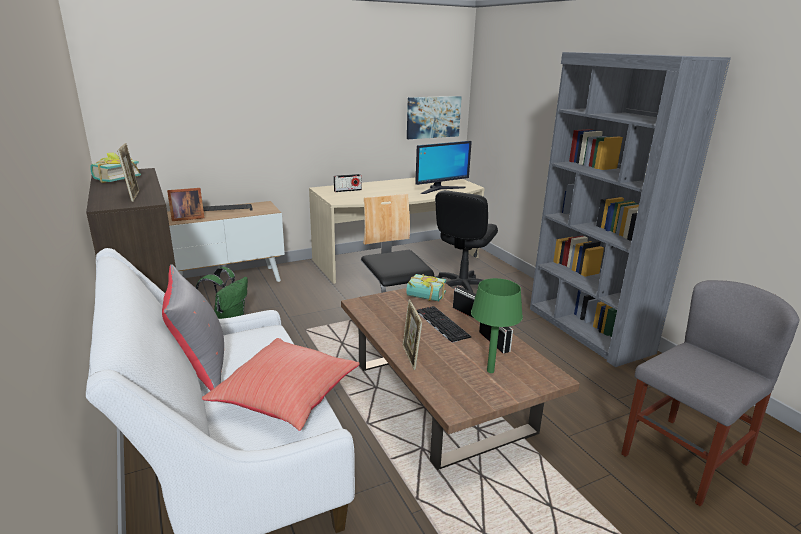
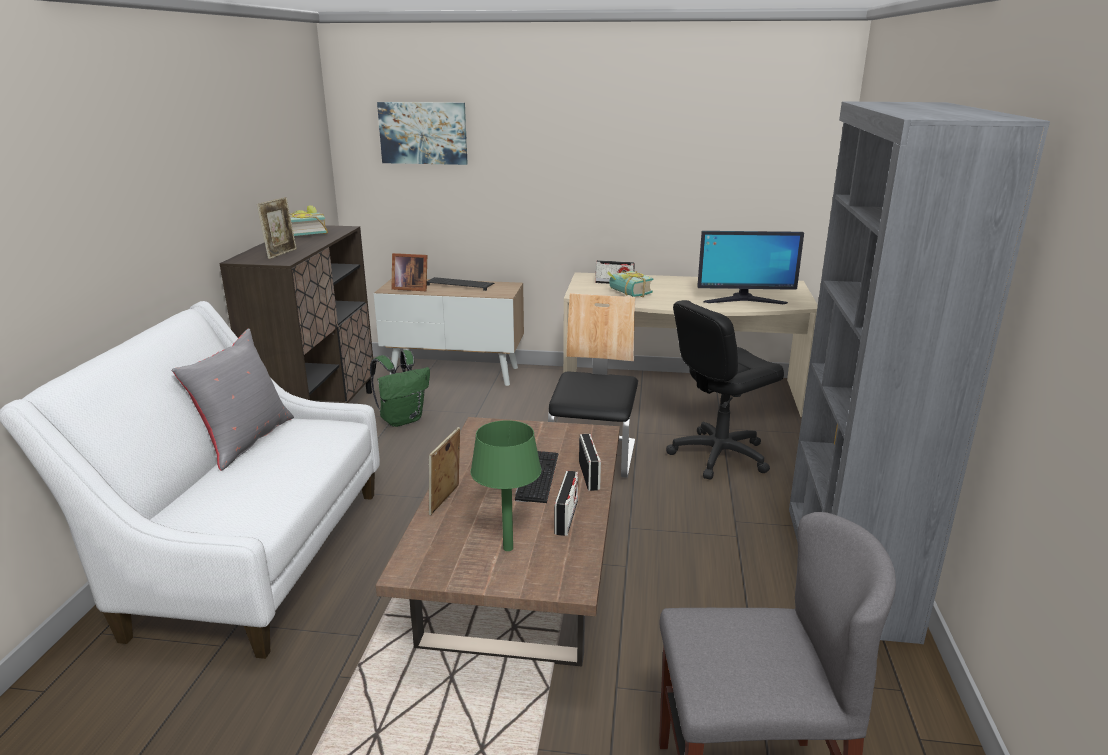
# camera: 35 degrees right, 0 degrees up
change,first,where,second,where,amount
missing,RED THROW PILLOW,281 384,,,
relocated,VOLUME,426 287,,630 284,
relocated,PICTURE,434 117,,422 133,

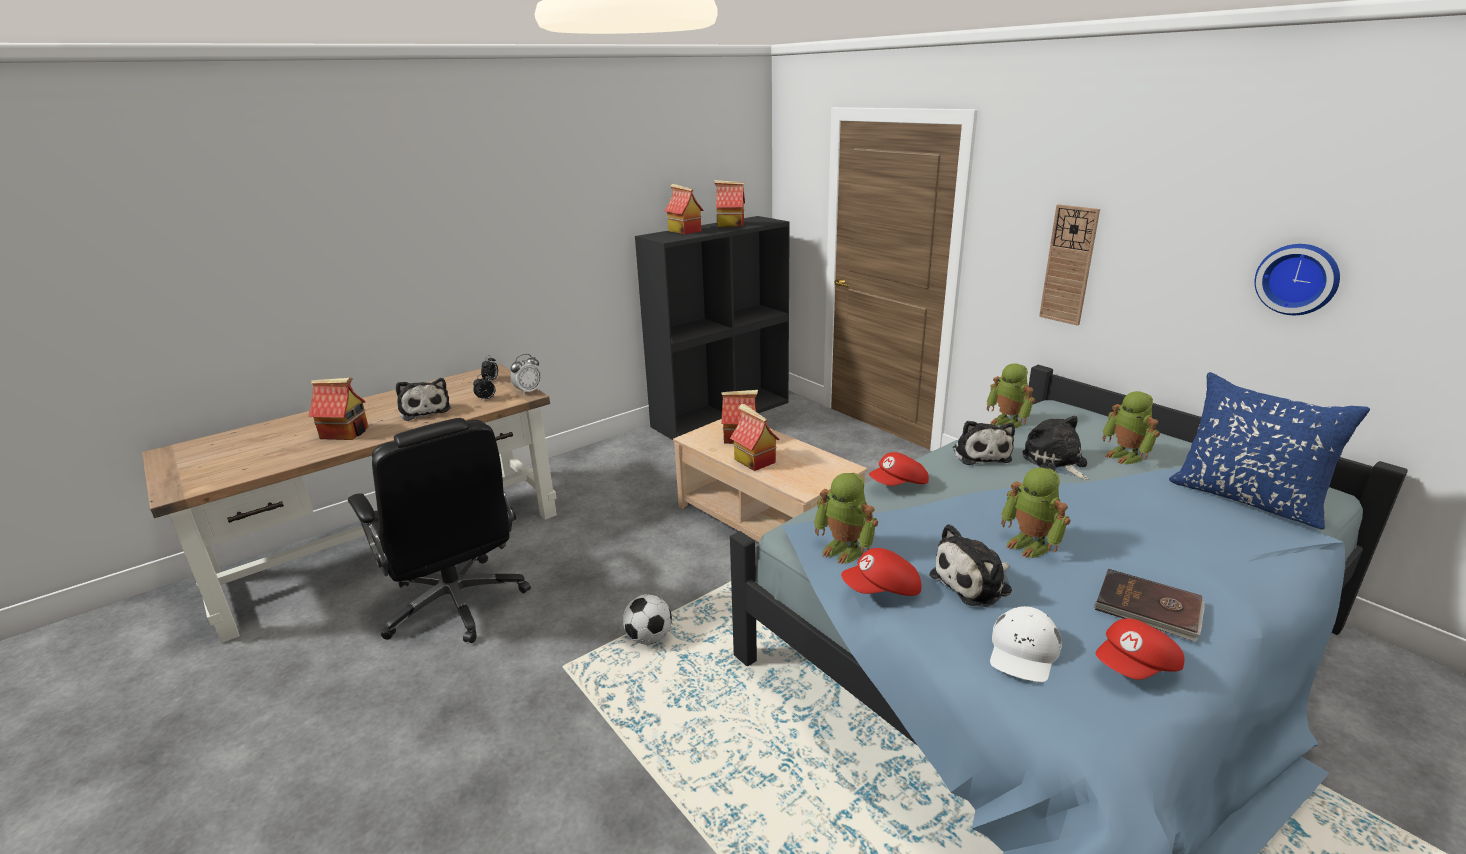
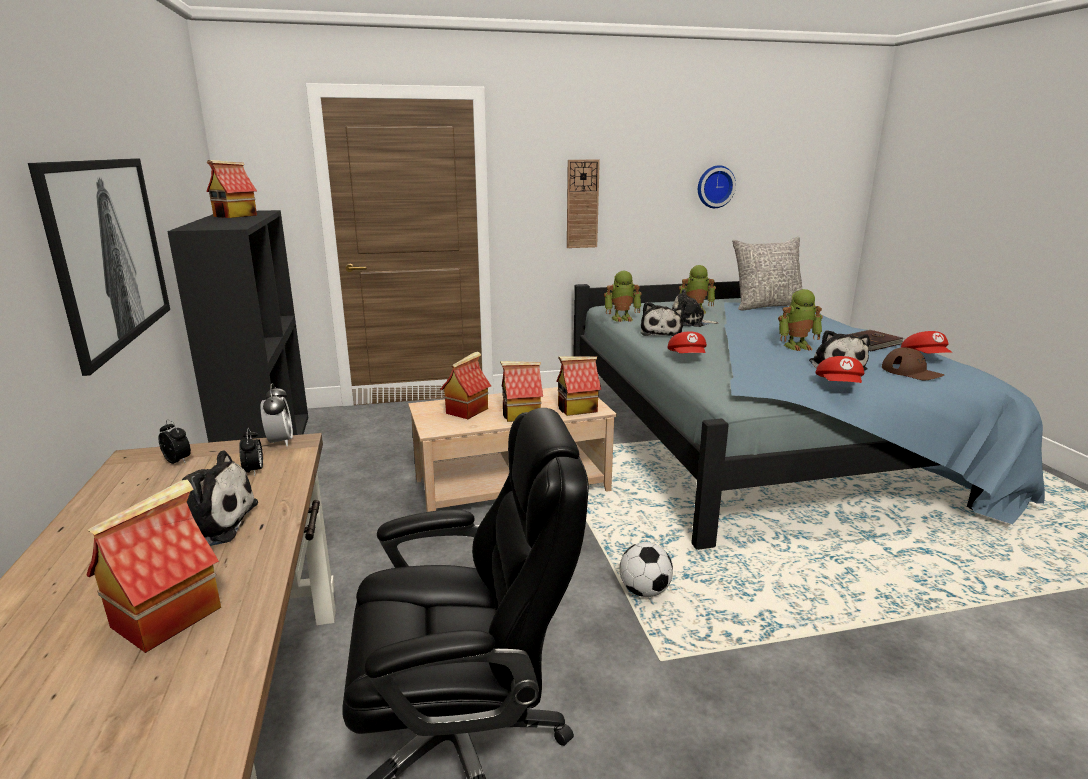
# camera: 65 degrees left, 5 degrees down
change,first,where,second,where,amount
missing,ROBOT FIGURE,846 519,,,
appeared,,,PICTURE,99 267,
relocated,TOY HOUSE,684 209,,578 386,
colour,WHITISH PEAKED CAP,1026 644,BROWNISH PEAKED CAP,913 364,
colour,BLUE-COLOURED THROW PILLOW,1269 450,GREYISH THROW PILLOW,767 273,
spun,SOFT TOY,984 442,,662 319,75 degrees clockwise

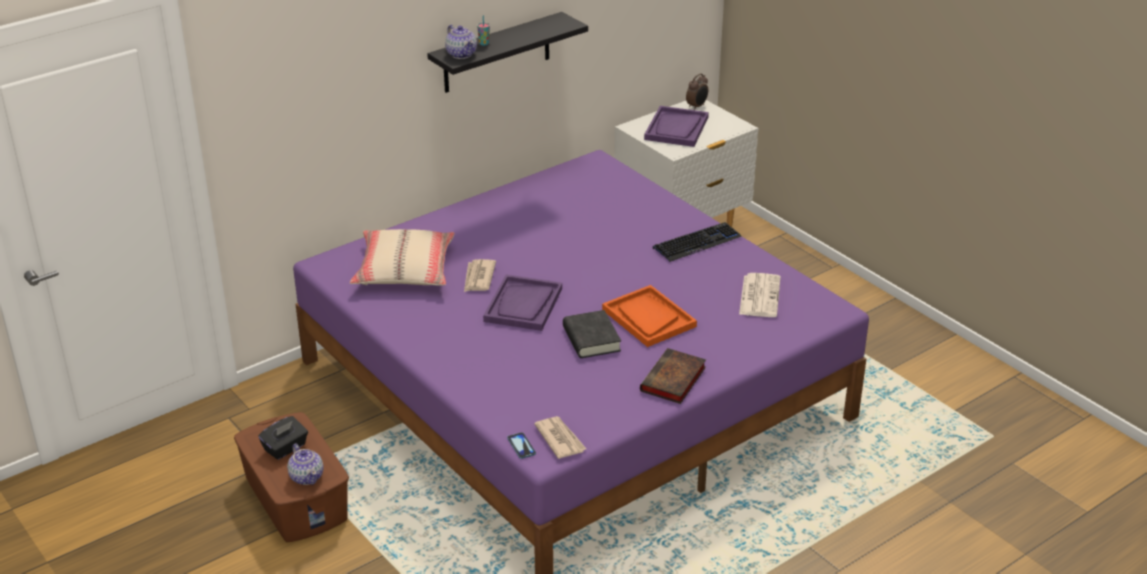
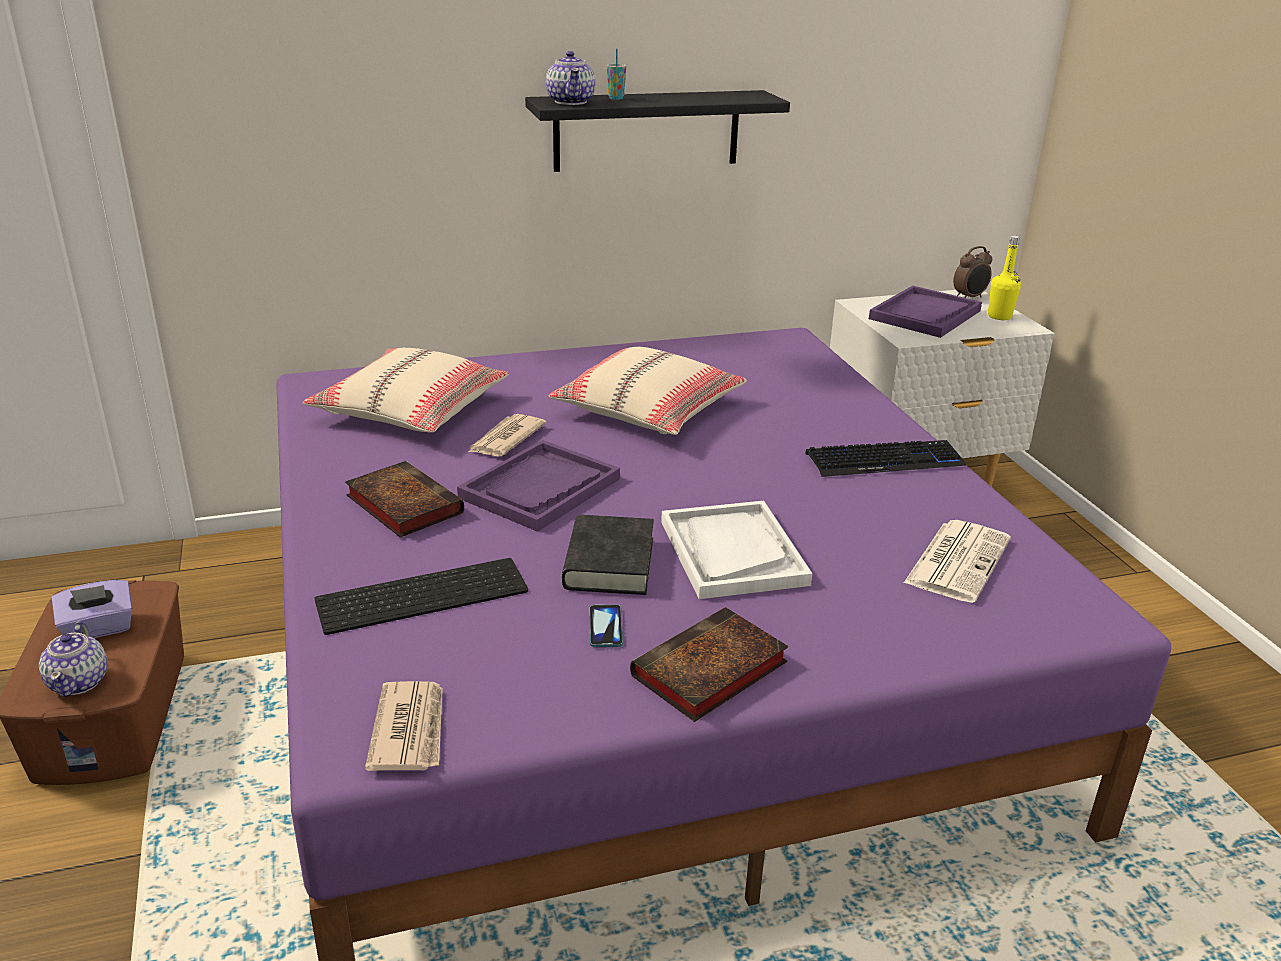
# camera: 20 degrees right, 5 degrees down
change,first,where,second,where,amount
appeared,,,KEYBOARD,421 596,
appeared,,,VOLUME,404 499,
appeared,,,BEIGE THROW PILLOW,647 391,
appeared,,,YELLOWISH BOTTLE,1004 277,
relocated,HANDSET,521 445,,606 626,
colour,BLACKISH TISSUE BOX,283 438,PURPLE TISSUE BOX,92 609,
colour,ORANGE CARRYING TRAY,649 316,WHITISH CARRYING TRAY,737 550,

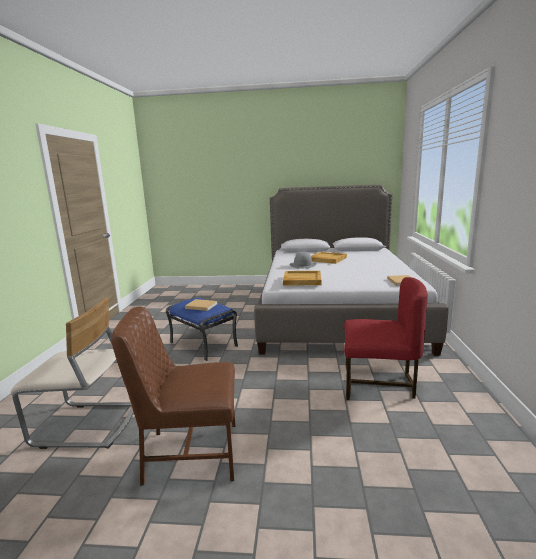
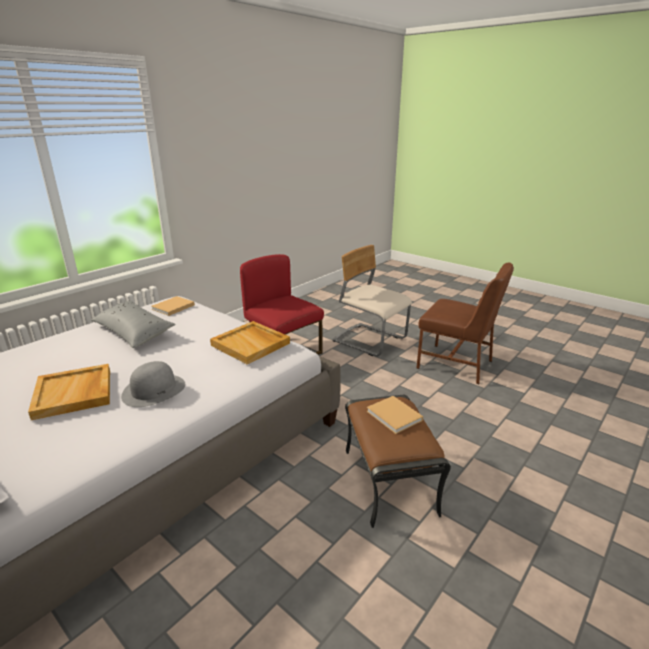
# camera: 145 degrees left, 10 degrees up
change,first,where,second,where,amount
appeared,,,GREYISH THROW PILLOW,133 324,
relocated,BEIGE PLAIN CHAIR,72 373,,372 300,
colour,BLUE-COLOURED FOOTREST,202 329,BROWNISH FOOTREST,398 461,

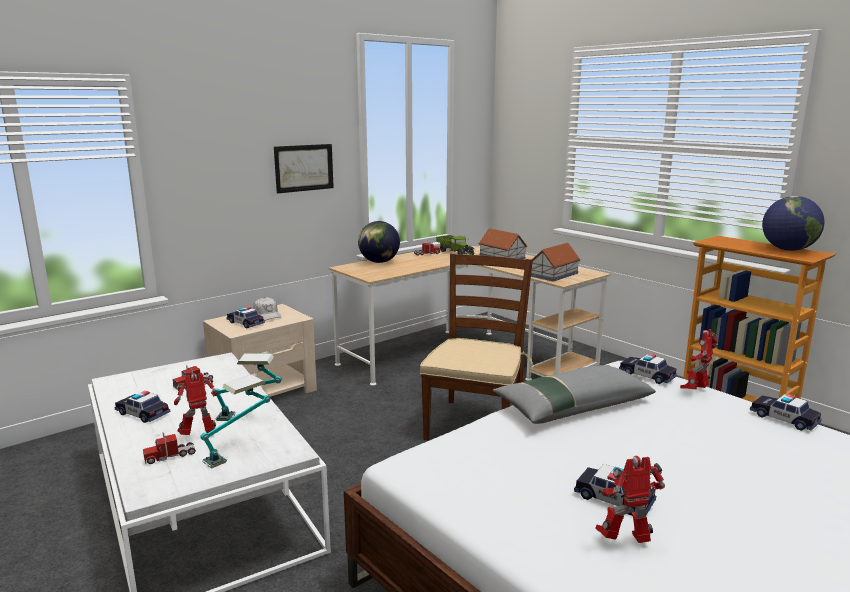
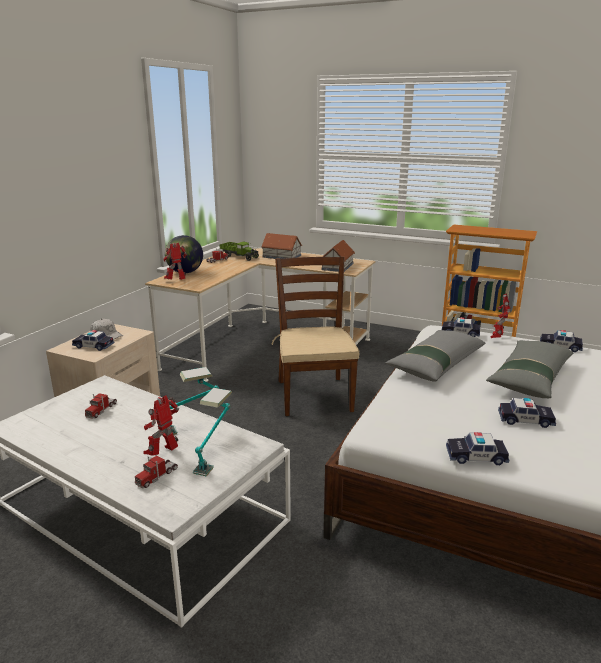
# camera: 25 degrees left, 5 degrees up
change,first,where,second,where,amount
missing,PICTURE,304 168,,,
missing,WORLD GLOBE,793 223,,,
appeared,,,GREYISH THROW PILLOW,530 369,
relocated,MODEL CAR,142 407,,477 448,
relocated,ROBOT FIGURE,630 499,,175 261,

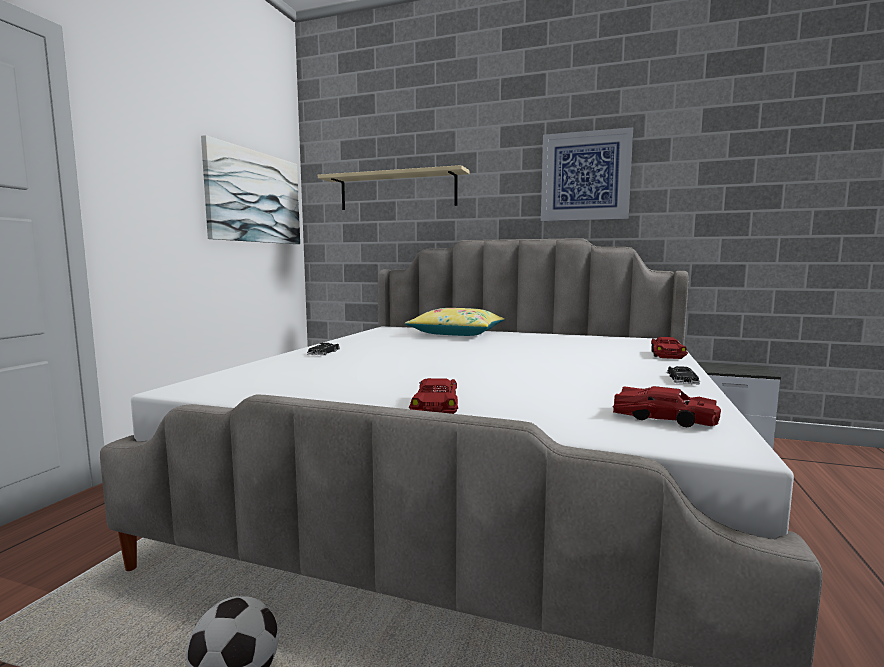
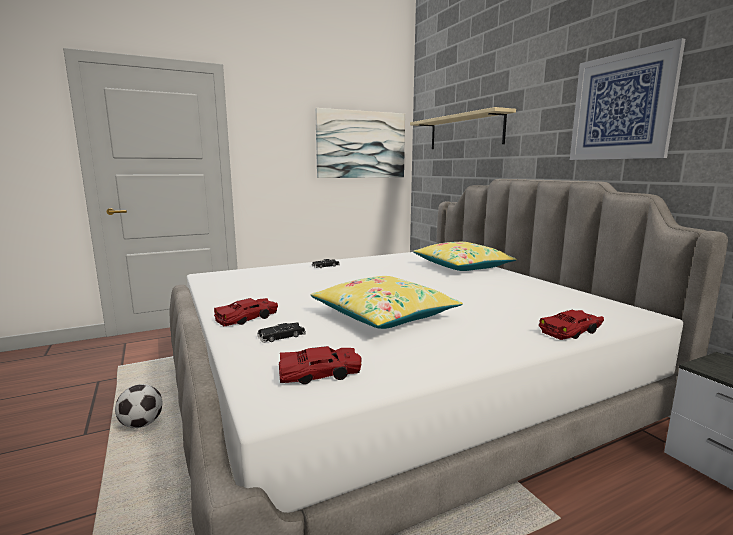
# camera: 45 degrees right, 5 degrees up
change,first,where,second,where,amount
appeared,,,YELLOWISH THROW PILLOW,386 302,
relocated,BLACKISH MODEL CAR,683 375,,281 332,
spun,RED MODEL CAR,667 406,,320 365,90 degrees counterclockwise

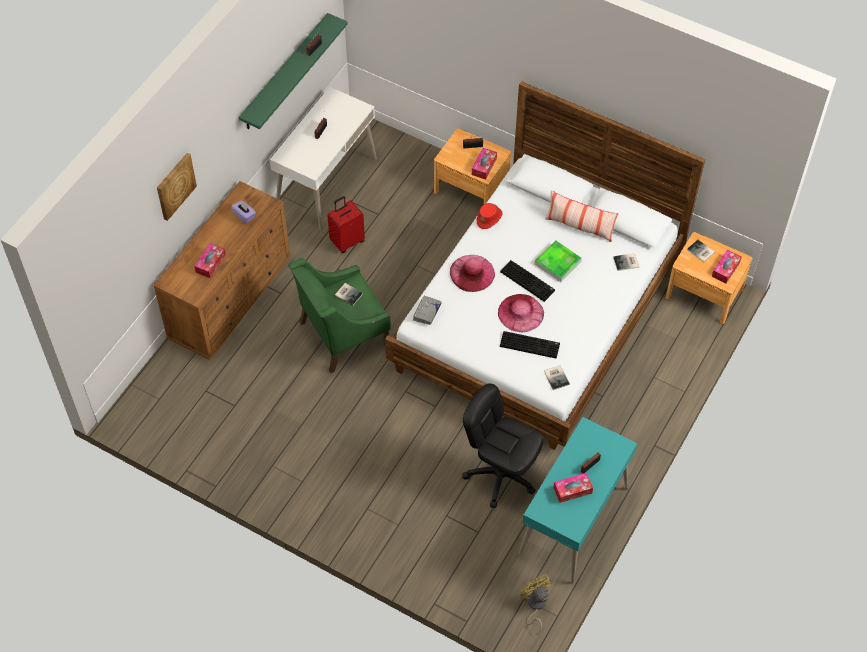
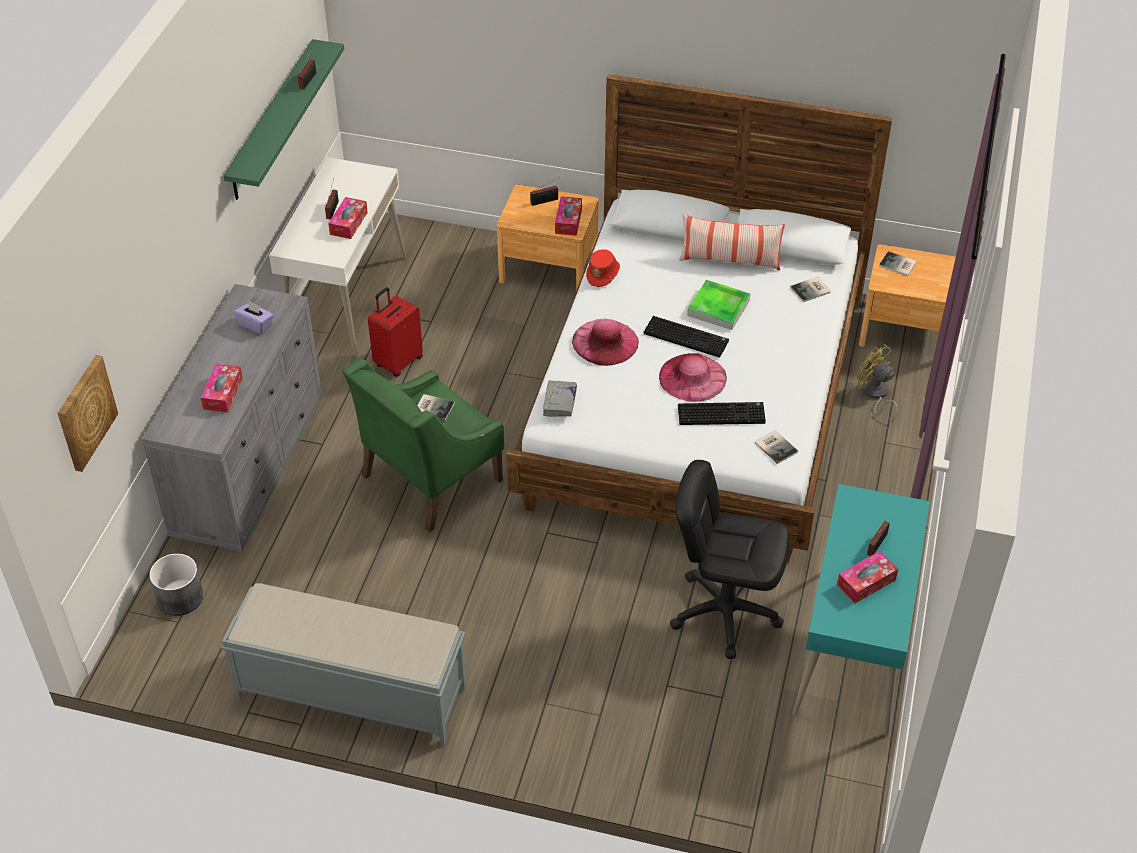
# camera: 15 degrees left, 10 degrees down
change,first,where,second,where,amount
appeared,,,GREYISH FLOWER POT,176 584,
appeared,,,GREYISH INDOOR BENCH,344 664,
relocated,PICTURE,177 187,,88 413,
relocated,YELLOWISH COOLING FAN,535 604,,877 383,
relocated,TISSUE BOX,727 266,,348 218,
colour,BROWNISH DRESSER,221 270,GREYISH DRESSER,232 418,

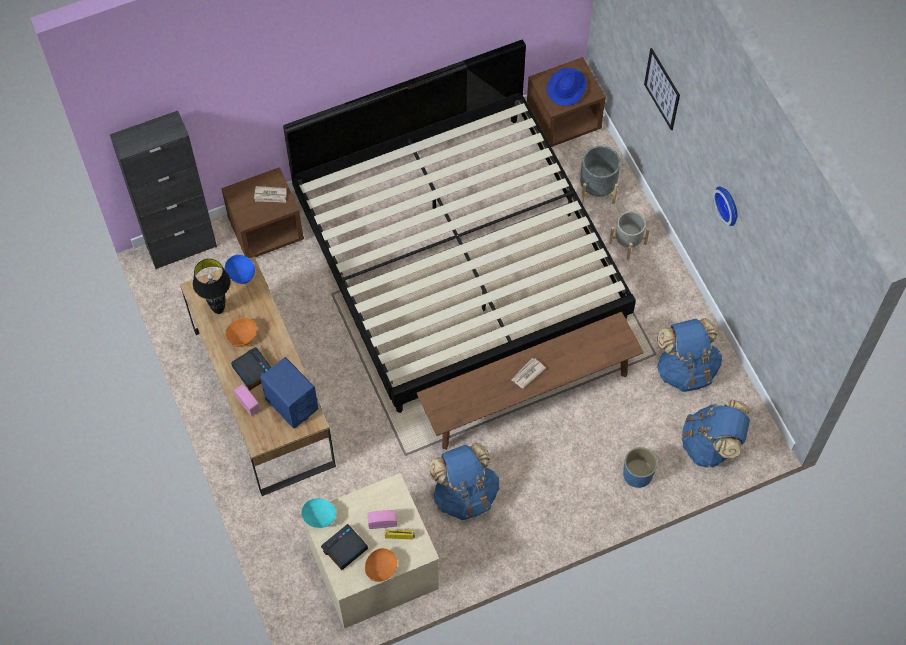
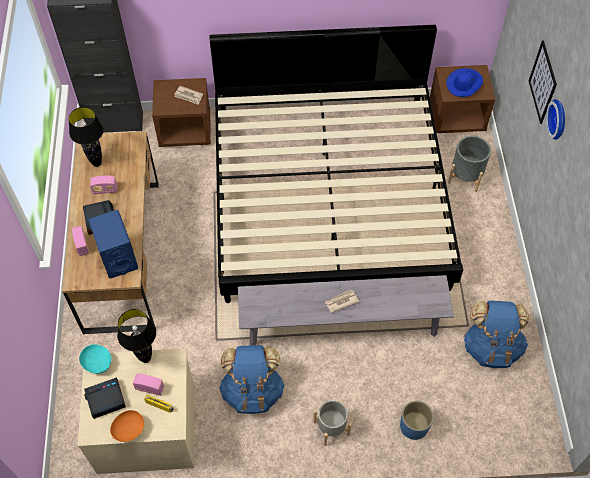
# camera: 20 degrees right, 5 degrees down
change,first,where,second,where,amount
missing,BLUE-COLOURED SERVING BOWL,240 269,,,
missing,BLUE-COLOURED BACKPACK,716 434,,,
appeared,,,BLACKISH LAMP FOR A TABLE,136 336,
relocated,GREYISH FLOWER POT,629 235,,332 423,
relocated,CLOCK ON THE WALL,725 206,,555 119,
exchanged,ORANGE SERVING BOWL,241 332,RADIO SET,103 184,
colour,BROWNISH INDOOR BENCH,530 381,GREYISH INDOOR BENCH,346 310,

